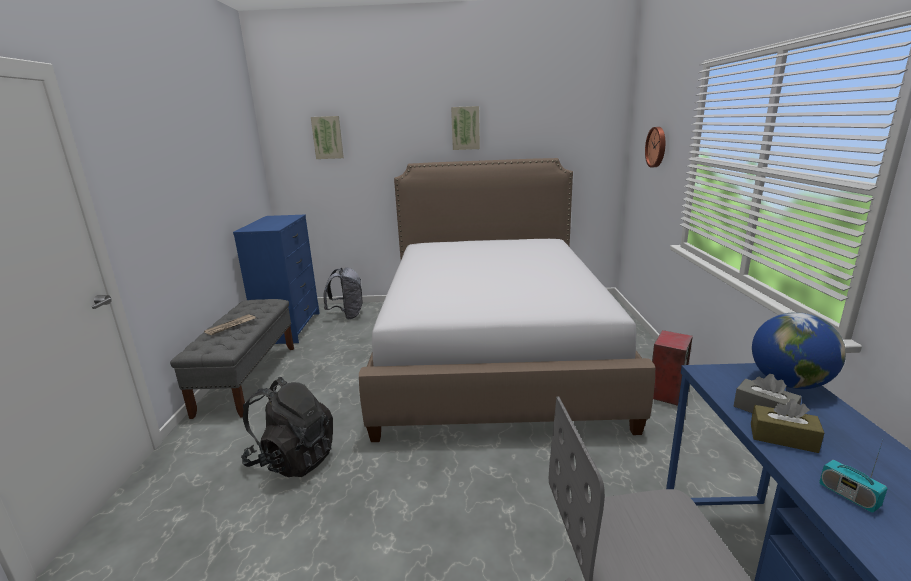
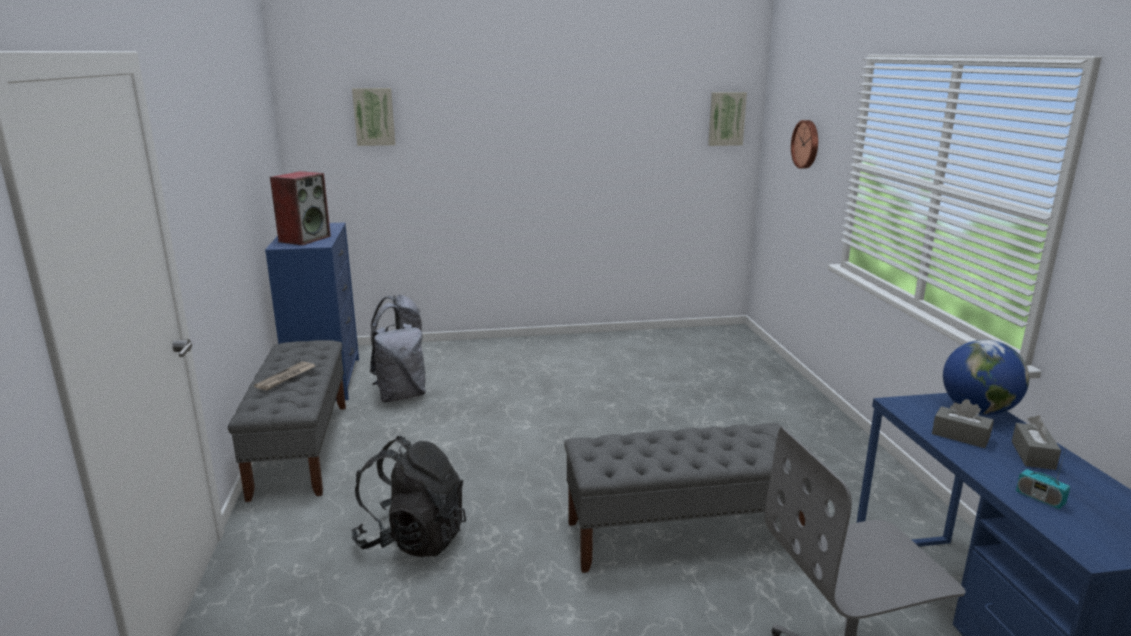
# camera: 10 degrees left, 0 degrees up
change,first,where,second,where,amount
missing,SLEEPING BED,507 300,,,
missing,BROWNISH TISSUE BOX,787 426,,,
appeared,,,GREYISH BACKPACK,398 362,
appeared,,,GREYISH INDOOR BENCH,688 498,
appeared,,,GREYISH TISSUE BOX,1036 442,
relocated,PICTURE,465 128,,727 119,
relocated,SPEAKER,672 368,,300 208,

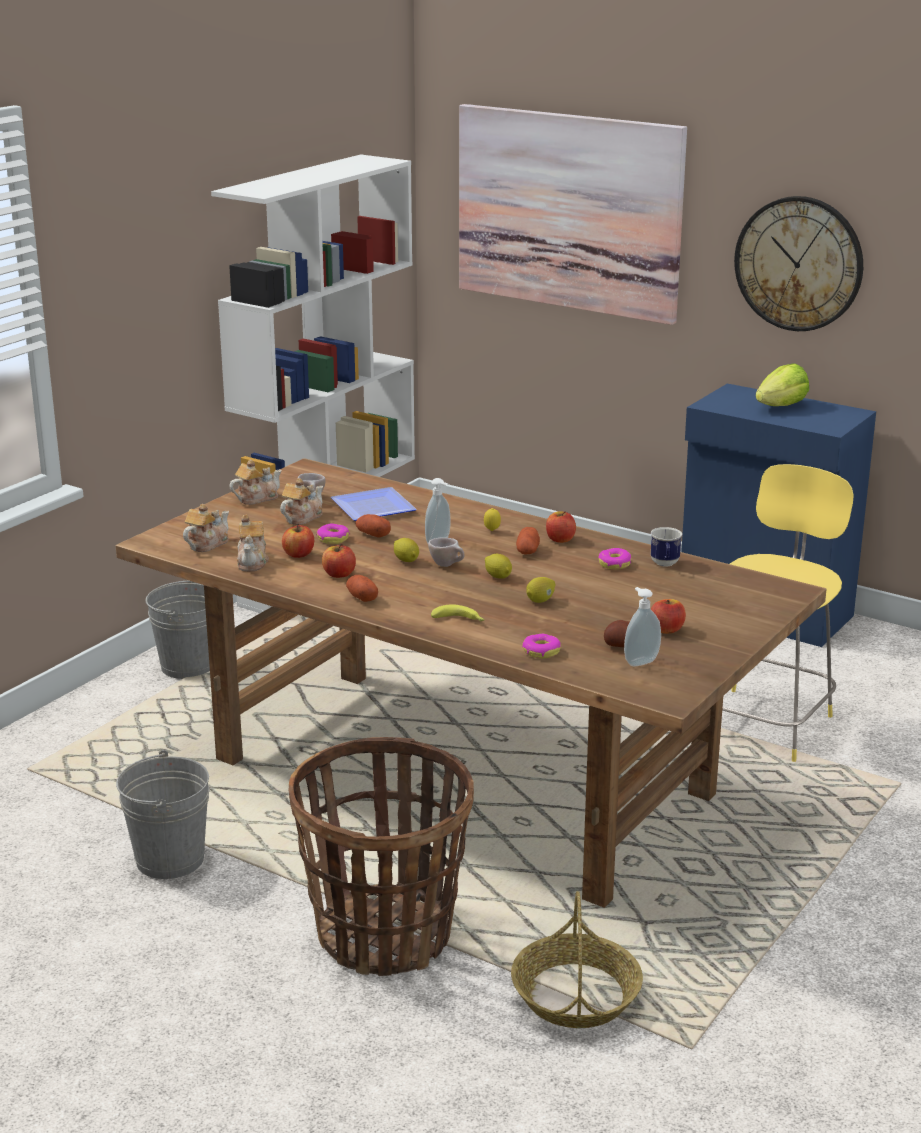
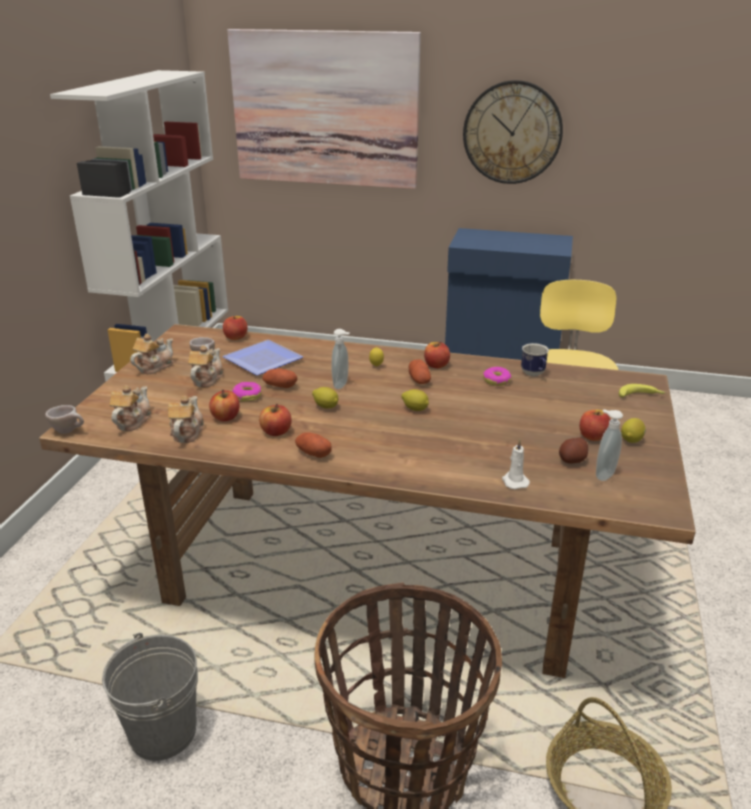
# camera: 20 degrees left, 5 degrees up
change,first,where,second,where,amount
missing,GREYISH BUCKET,178 629,,,
missing,LETTUCE HEAD,782 384,,,
appeared,,,APPLE FRUIT,235 328,
relocated,BEIGE CUP,446 552,,64 419,
relocated,BANANA,457 613,,642 391,
relocated,CITRUS FRUIT,540 590,,633 430,
exchanged,RING DOUGHNUT,541 646,WHITISH CANDLE,516 464,
spun,TEA POT,253 543,,186 419,150 degrees counterclockwise

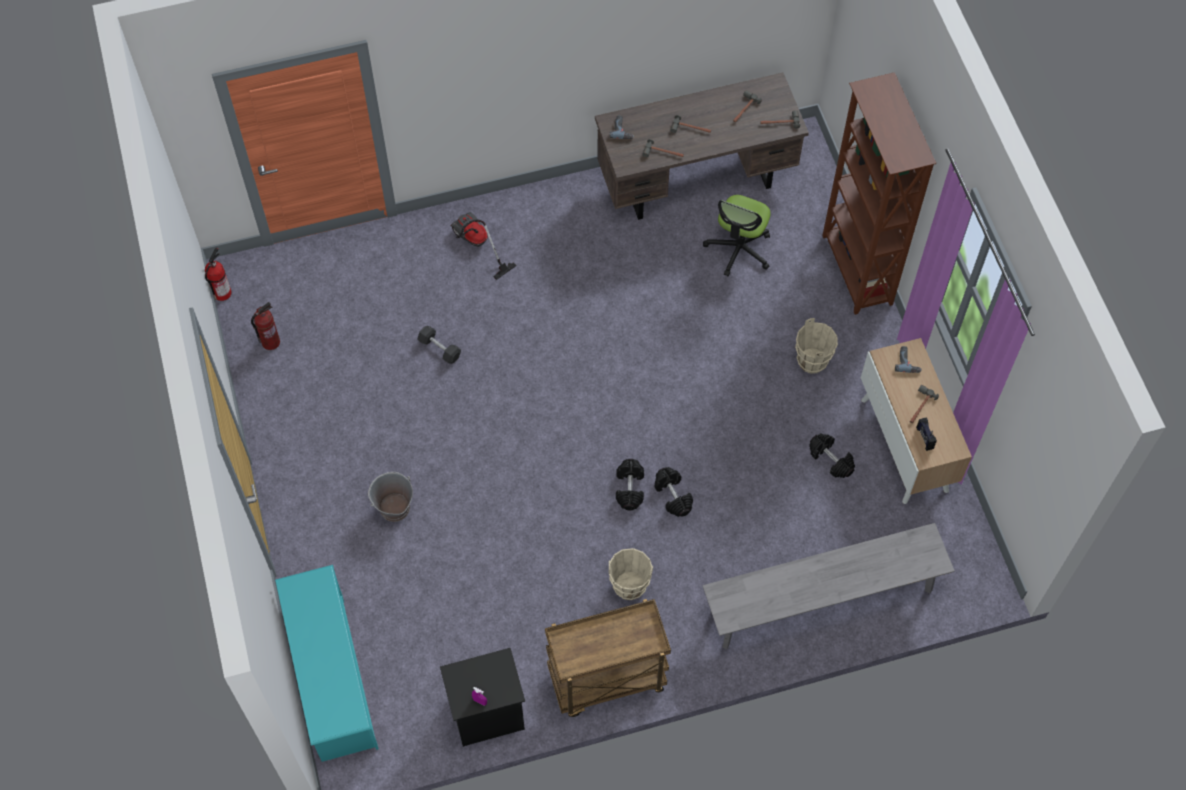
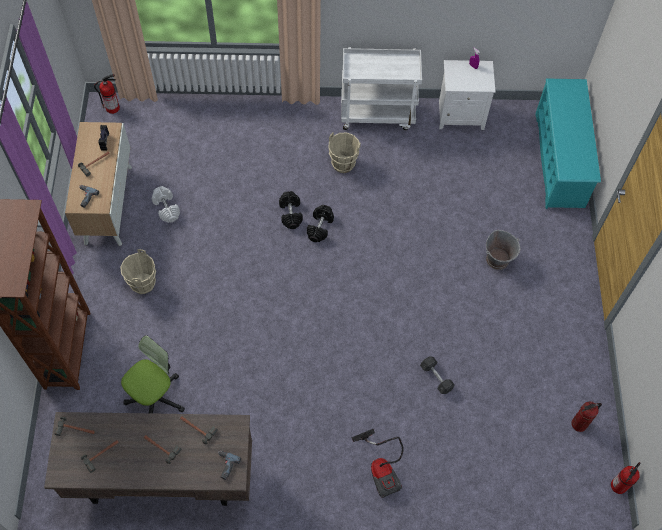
# camera: 165 degrees left, 0 degrees up
change,first,where,second,where,amount
missing,GREYISH INDOOR BENCH,829 586,,,
appeared,,,EXTINGUISHER,107 94,
colour,BLACKISH NIGHT TABLE,482 697,WHITISH NIGHT TABLE,467 95,
colour,BROWNISH CART,608 658,WHITISH CART,381 88,
colour,BLACKISH HAND WEIGHT,832 455,WHITISH HAND WEIGHT,166 204,

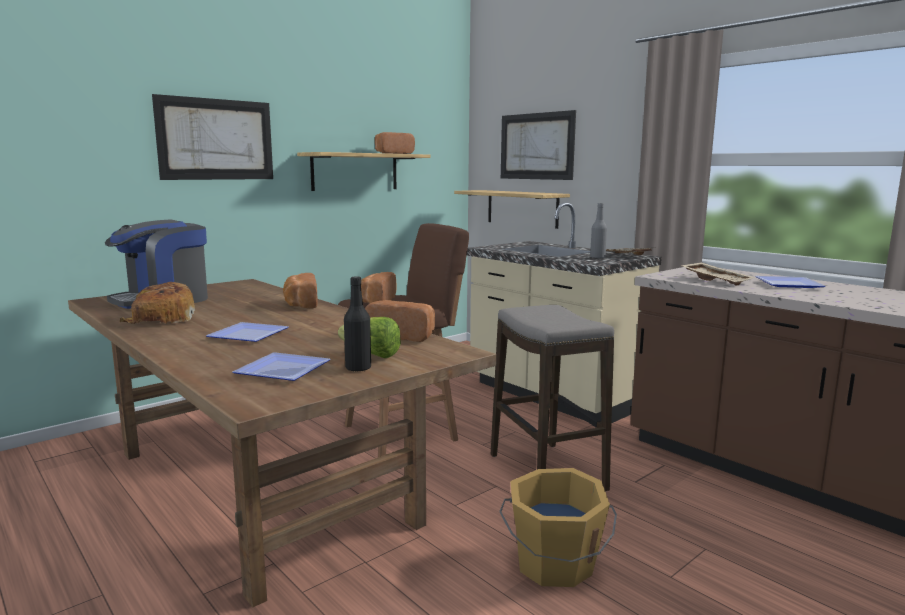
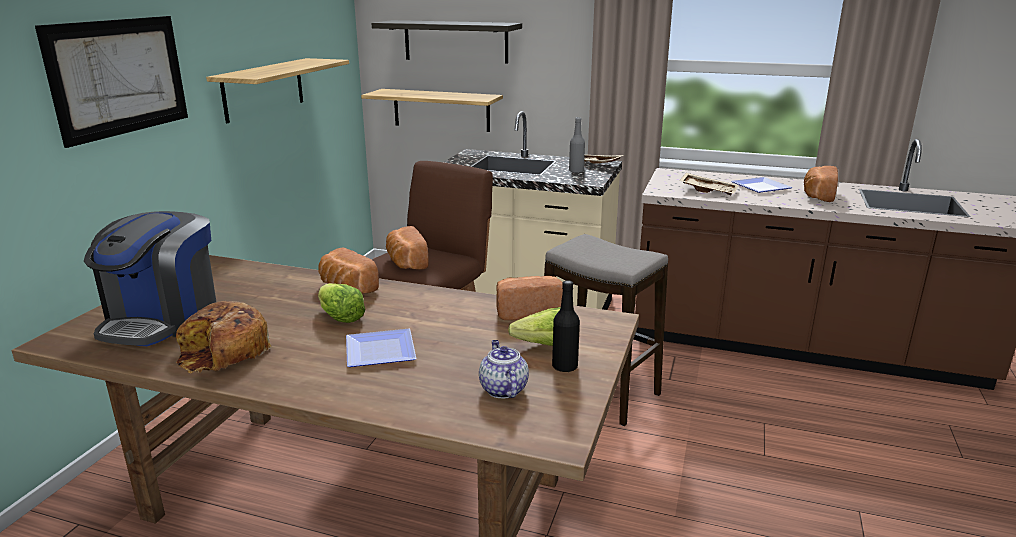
# camera: 30 degrees left, 10 degrees up
change,first,where,second,where,amount
missing,ORANGE BUCKET,558 527,,,
appeared,,,LETTUCE HEAD,341 303,
relocated,BREAD,395 143,,821 184,
exchanged,FLAT DISH,282 366,TEA POT,504 369,
exchanged,PICTURE,538 145,WALL SHELF,447 41,

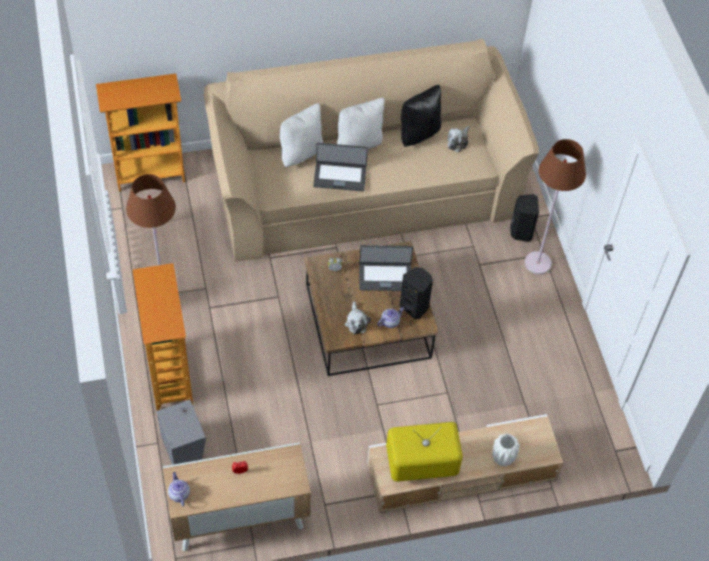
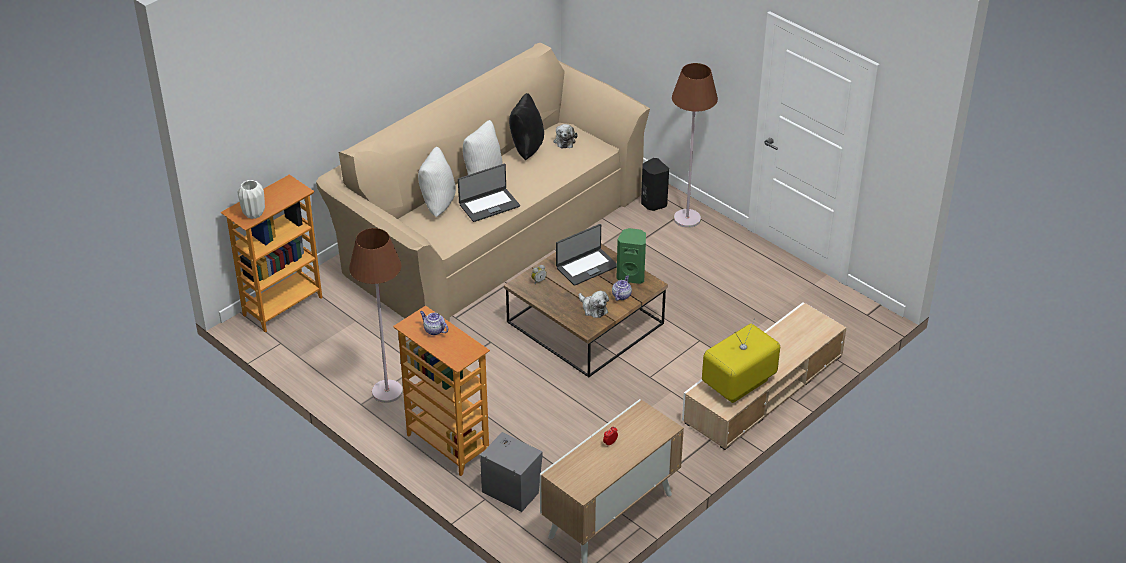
# camera: 30 degrees left, 15 degrees down
change,first,where,second,where,amount
relocated,TEA POT,179 489,,434 323,
relocated,WHITISH DECORATIVE VASE,506 450,,251 199,
colour,BLACKISH SPEAKER,416 293,GREEN-COLOURED SPEAKER,631 256,

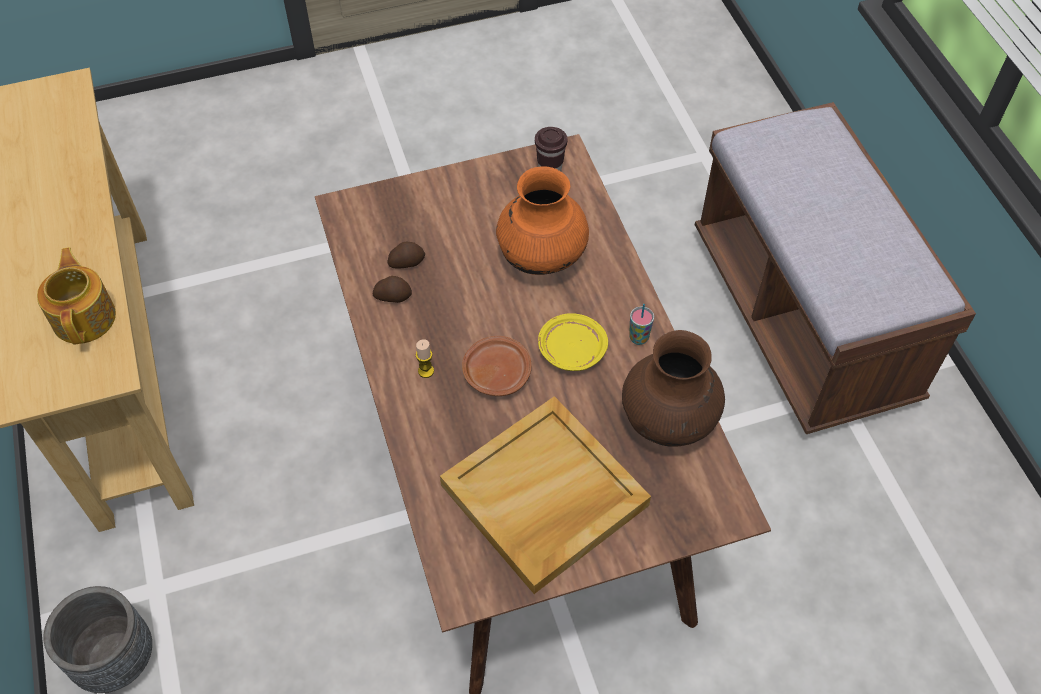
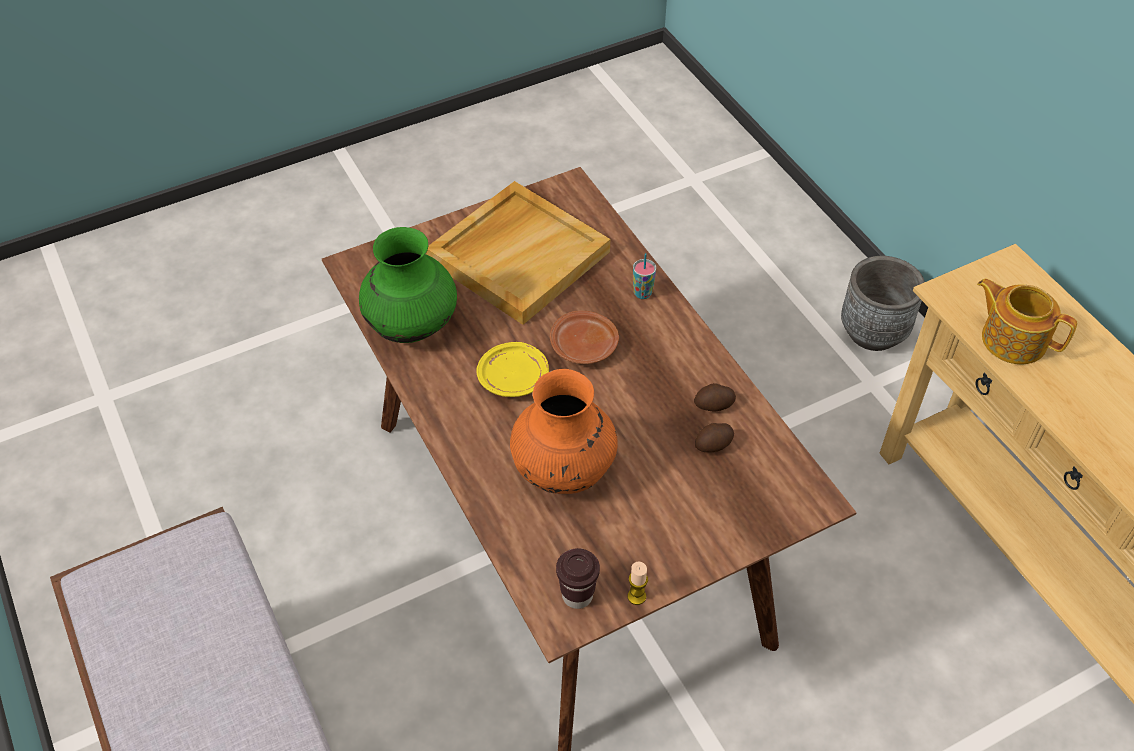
# camera: 170 degrees right, 5 degrees down
change,first,where,second,where,amount
relocated,CANDLE,425 358,,638 583,
relocated,CUP,641 324,,644 276,
colour,BROWNISH DECORATIVE VASE,673 388,GREEN-COLOURED DECORATIVE VASE,408 285,
spun,TEA POT,76 296,,1027 321,150 degrees clockwise

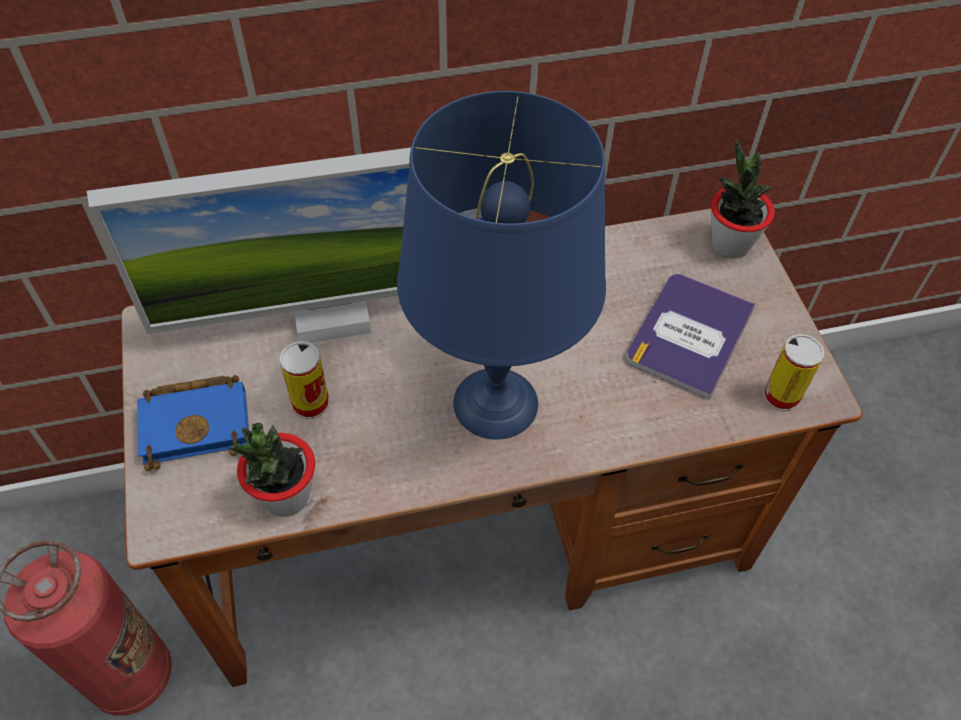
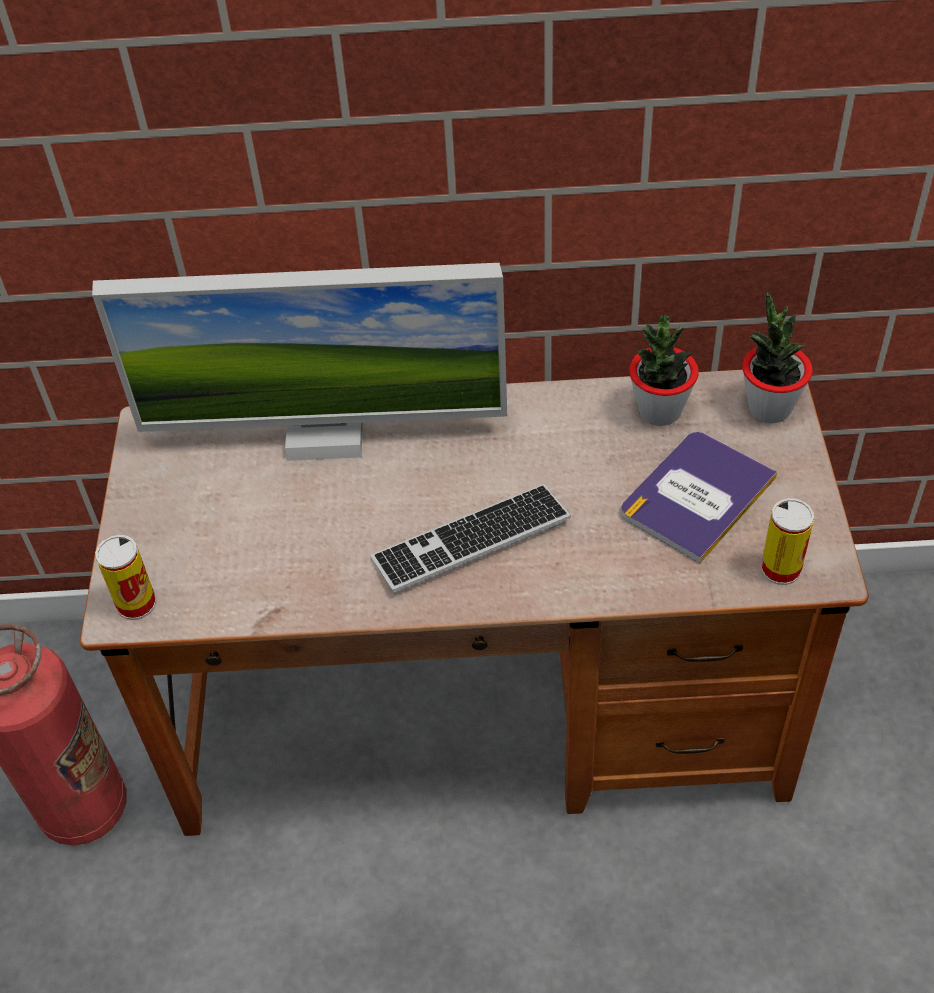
# camera: 15 degrees right, 5 degrees down
change,first,where,second,where,amount
missing,BLUE-COLOURED VOLUME,193 423,,,
relocated,HOUSEPLANT,272 470,,664 370,
relocated,METAL CAN,304 380,,126 577,
exchanged,BLUE-COLOURED LAMP FOR A TABLE,501 265,KEYBOARD,470 538,

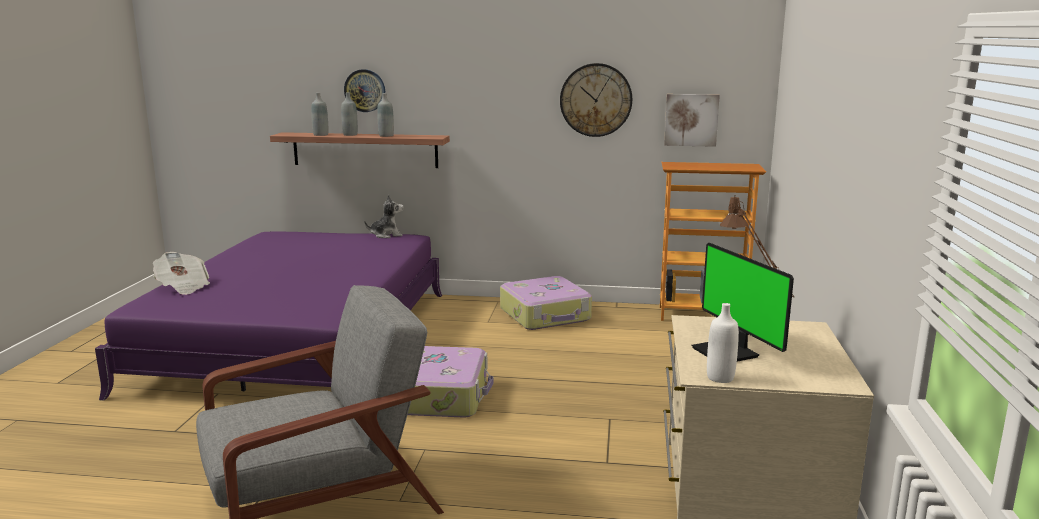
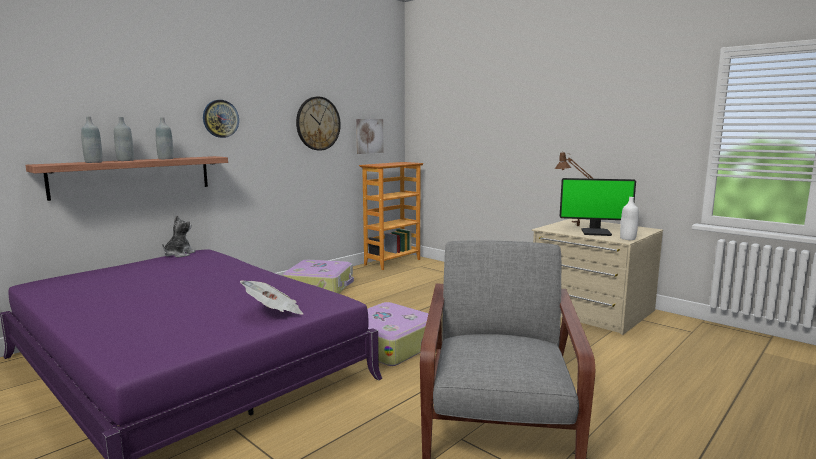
# camera: 55 degrees left, 5 degrees down
change,first,where,second,where,amount
relocated,PRINTED PAPER,181 273,,271 298,
relocated,CLOCK ON THE WALL,364 90,,221 119,

